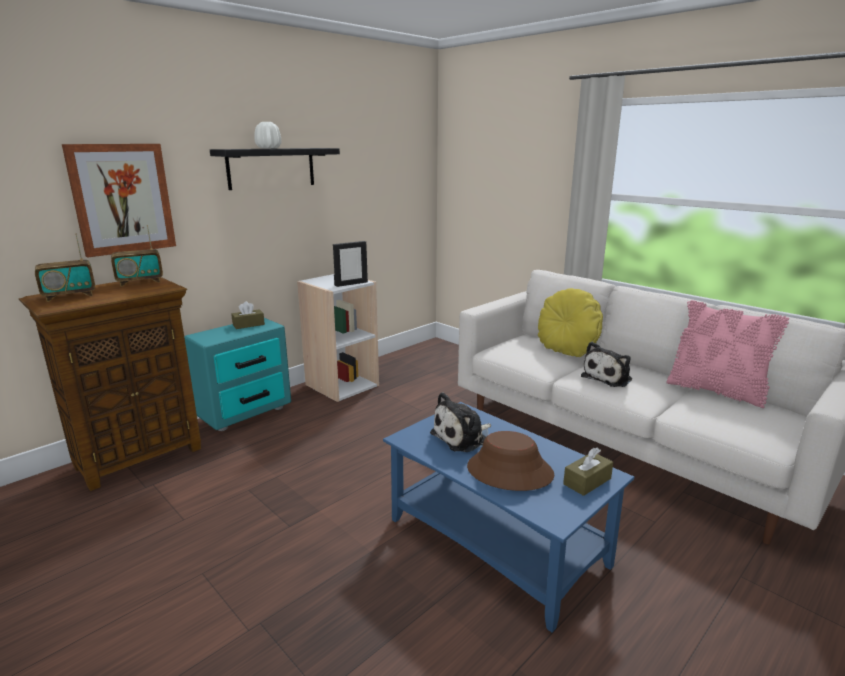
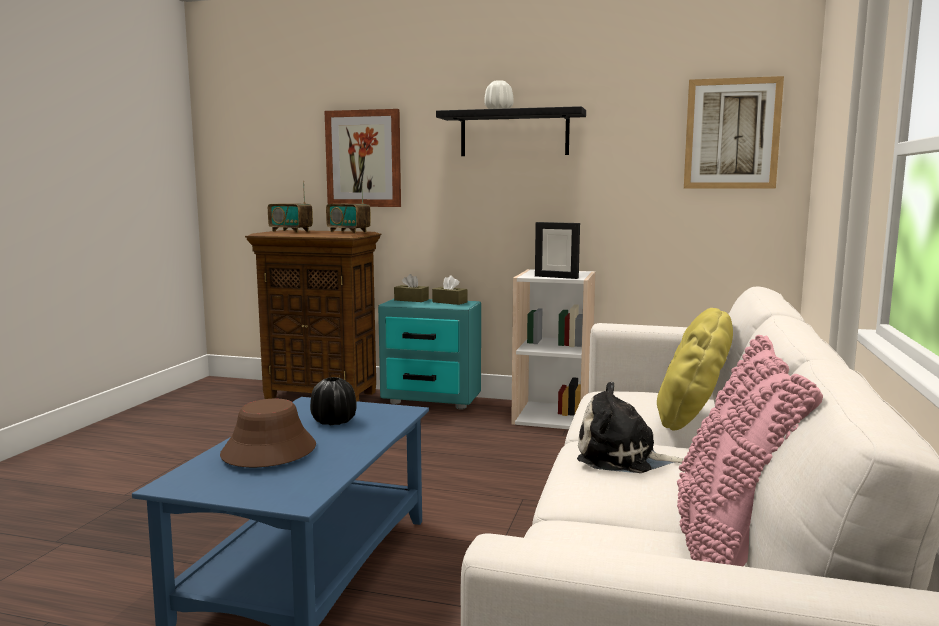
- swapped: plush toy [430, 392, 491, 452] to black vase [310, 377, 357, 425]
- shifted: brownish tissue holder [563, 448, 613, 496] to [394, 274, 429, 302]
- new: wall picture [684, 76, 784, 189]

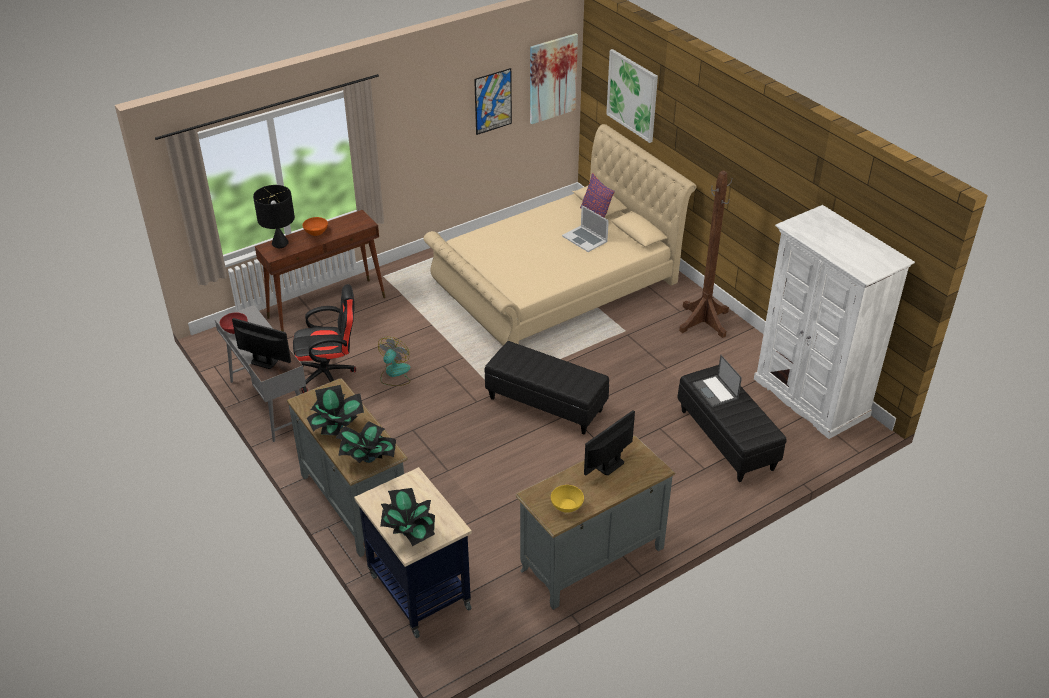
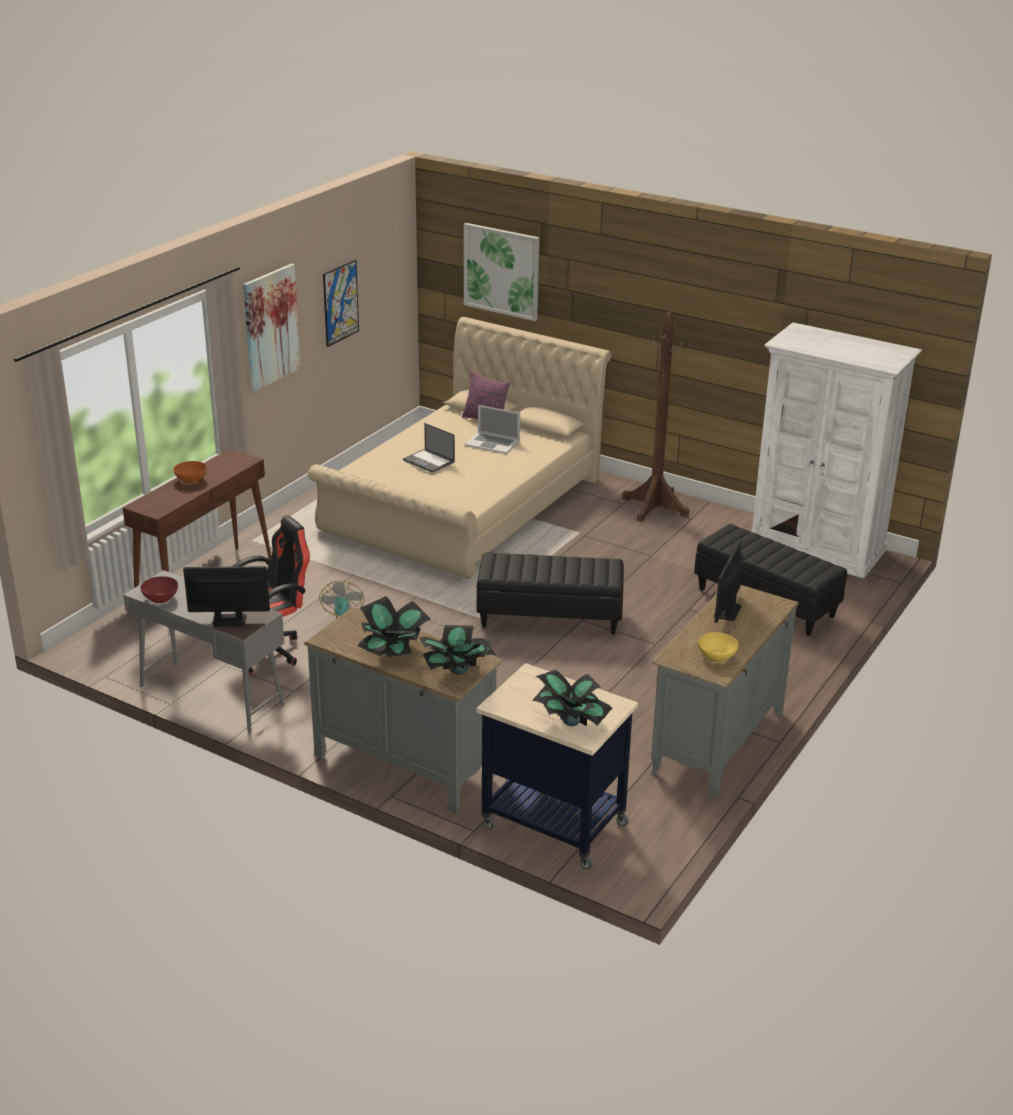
- gone: black tabletop lamp [253, 185, 295, 248]
- shifted: wall picture [530, 33, 578, 124] to [243, 264, 301, 392]
- shifted: portable computer [692, 355, 742, 408] to [403, 423, 455, 473]

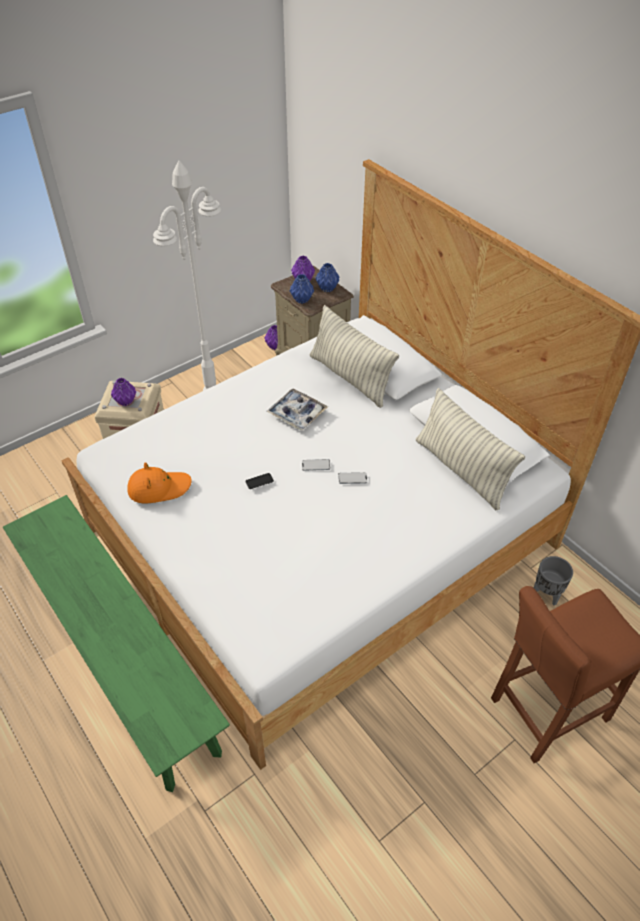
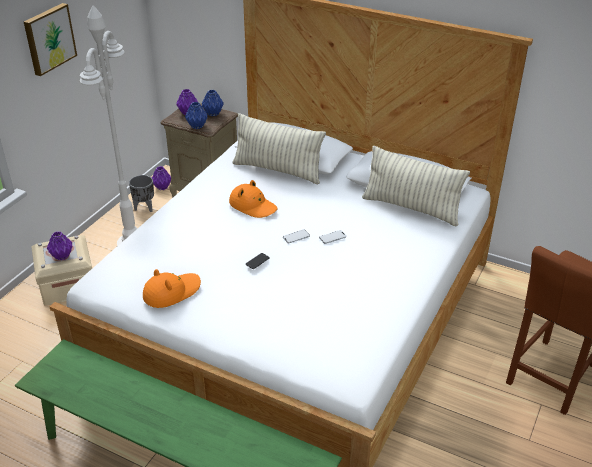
- swapped: serving tray [266, 389, 328, 430] to orange clothing hat [229, 180, 277, 218]
- shifted: gray plant pot [534, 556, 573, 605] to [129, 175, 154, 212]
- new: wall picture [24, 3, 77, 76]

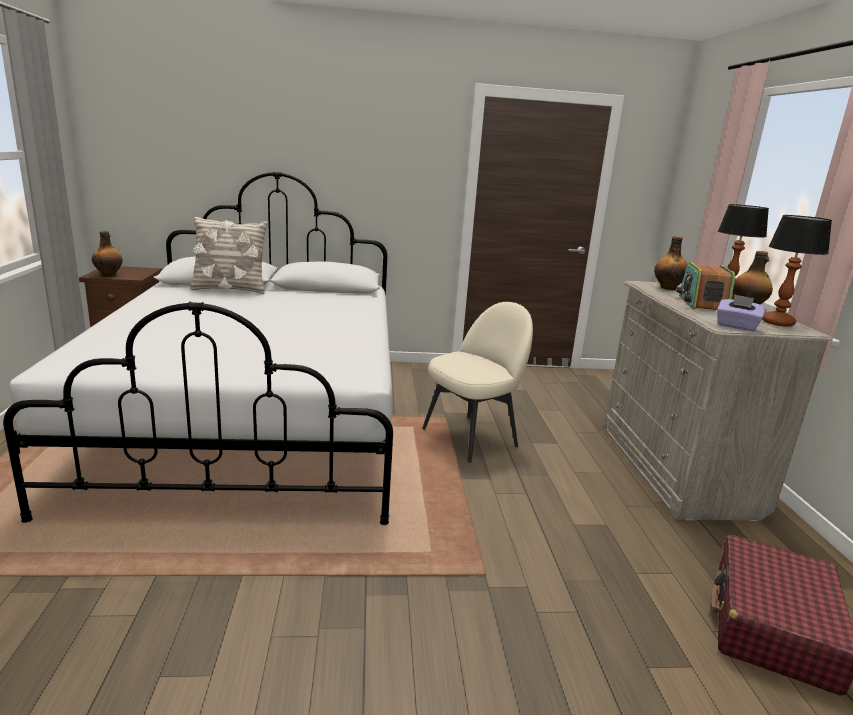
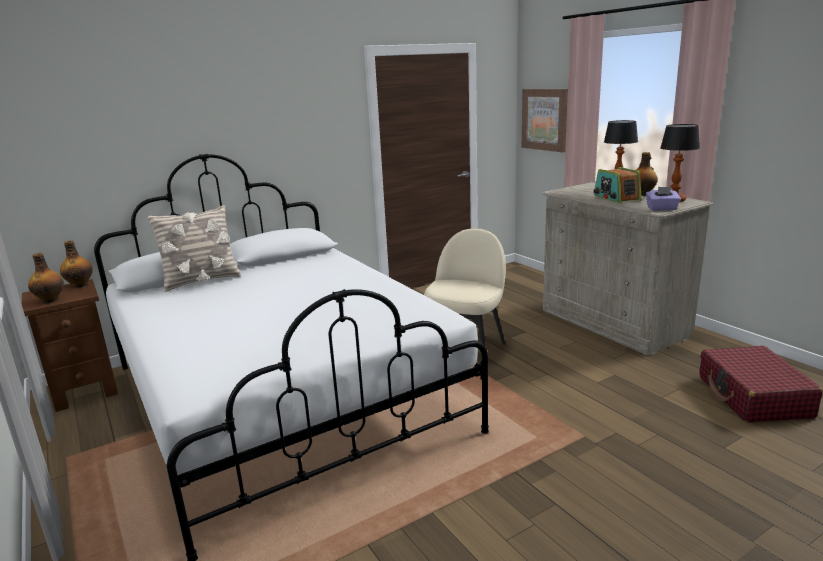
- shifted: bottle [654, 236, 688, 290] to [60, 240, 93, 288]
- new: wall picture [522, 89, 568, 152]

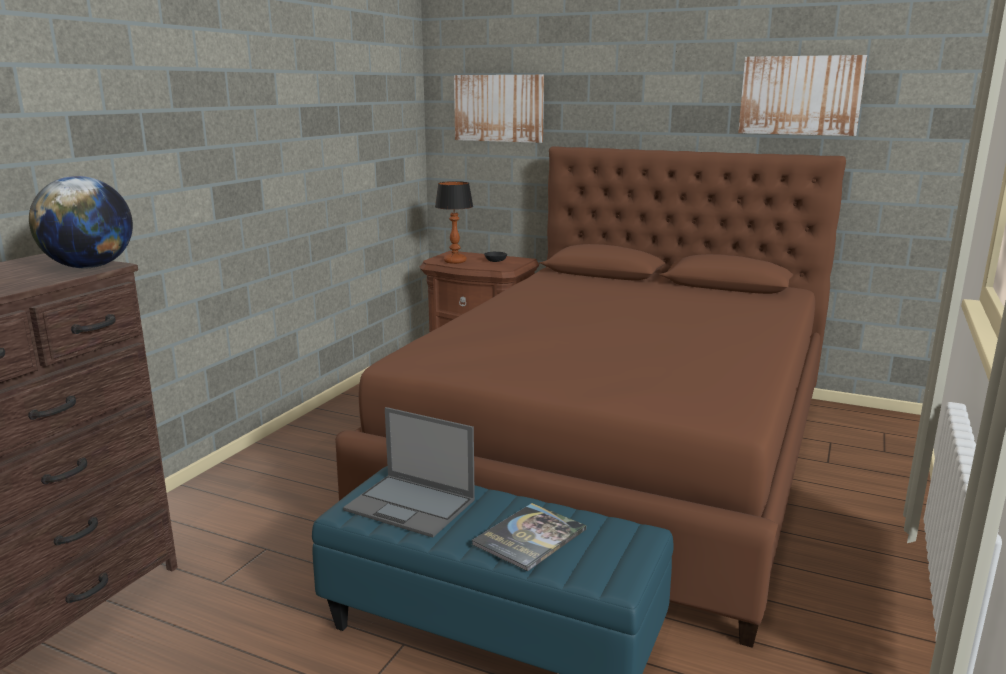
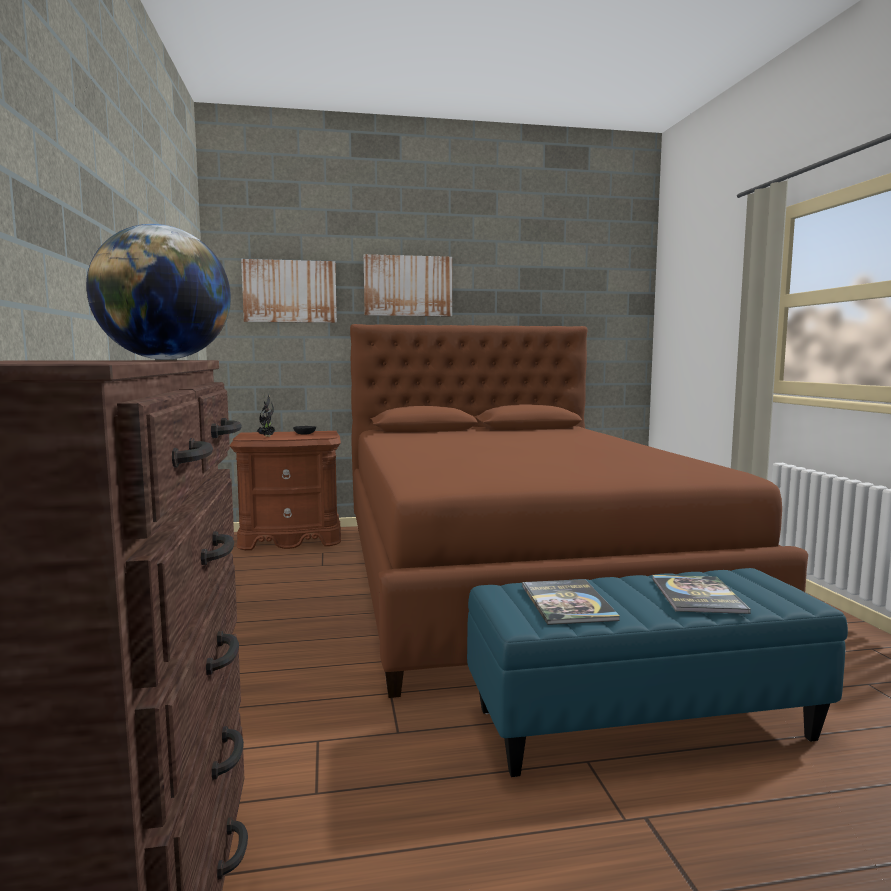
- swapped: portable computer [343, 407, 475, 538] to book [522, 579, 620, 625]
- swapped: tabletop lamp [435, 181, 473, 264] to houseplant [257, 392, 276, 437]
- shifted: wall picture [738, 55, 867, 136] to [364, 254, 452, 316]

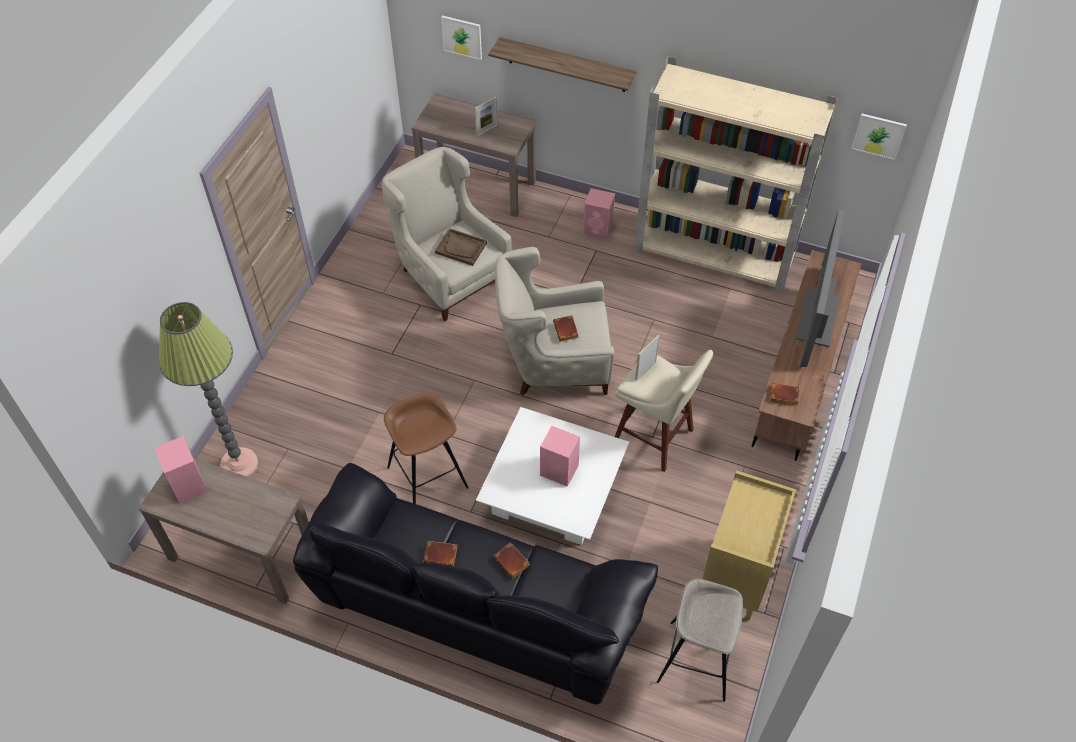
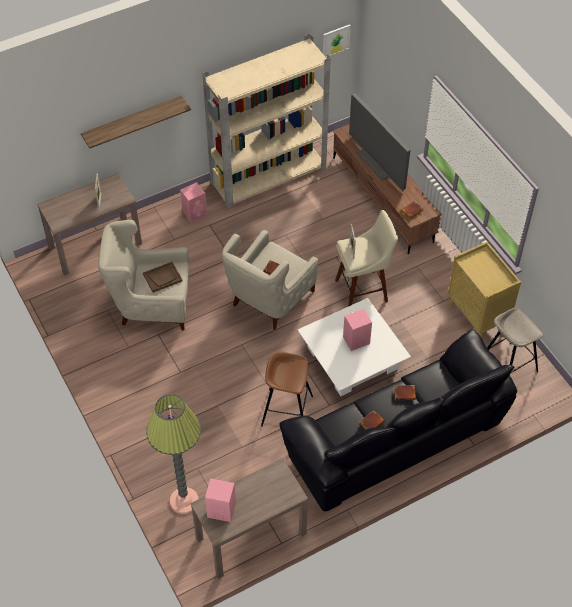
- gone: wall picture [441, 15, 482, 60]

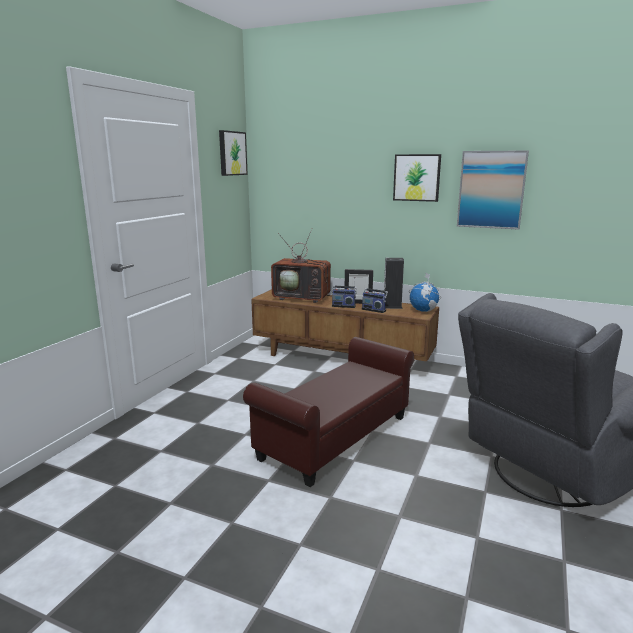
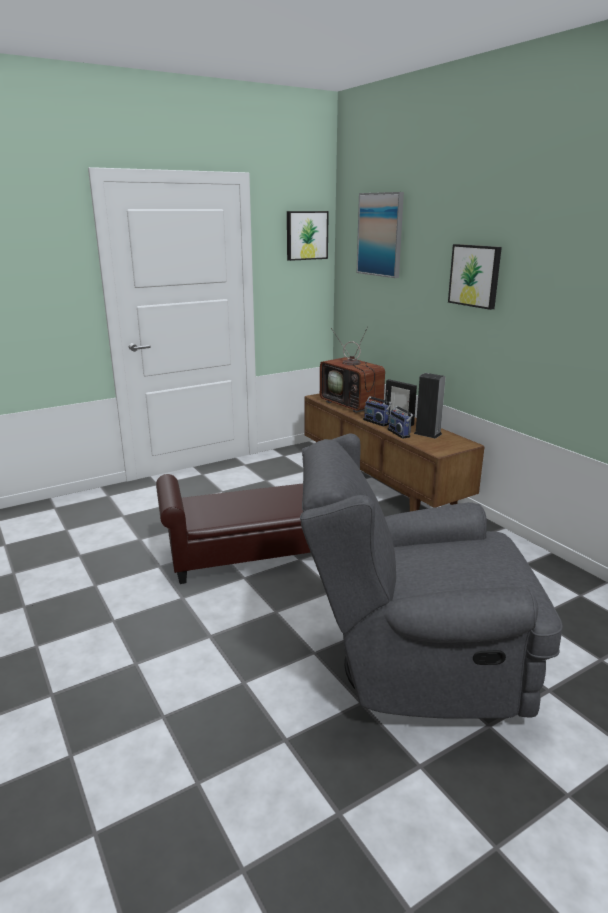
- gone: desk globe [409, 273, 441, 312]
- shifted: wall picture [457, 150, 529, 230] to [356, 192, 404, 278]

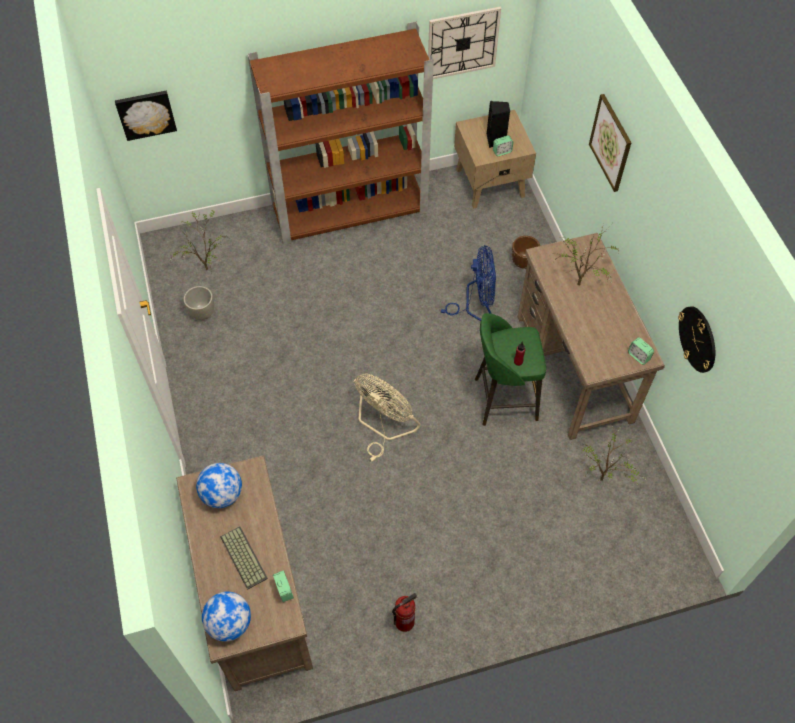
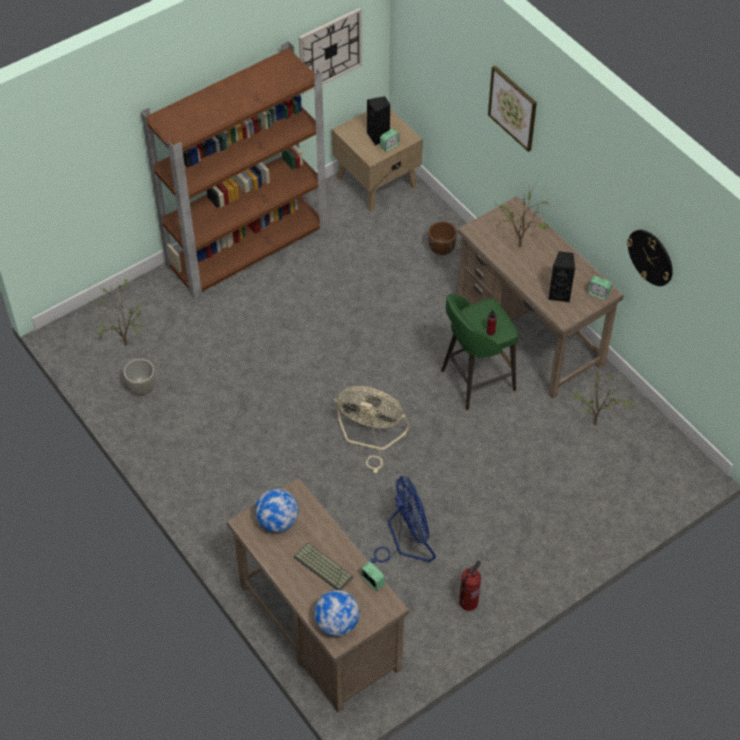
- gone: wall picture [115, 91, 177, 141]
- shifted: blue-coloured electric fan [441, 245, 496, 321] to [371, 476, 436, 563]
- new: black audio speaker [548, 251, 575, 302]

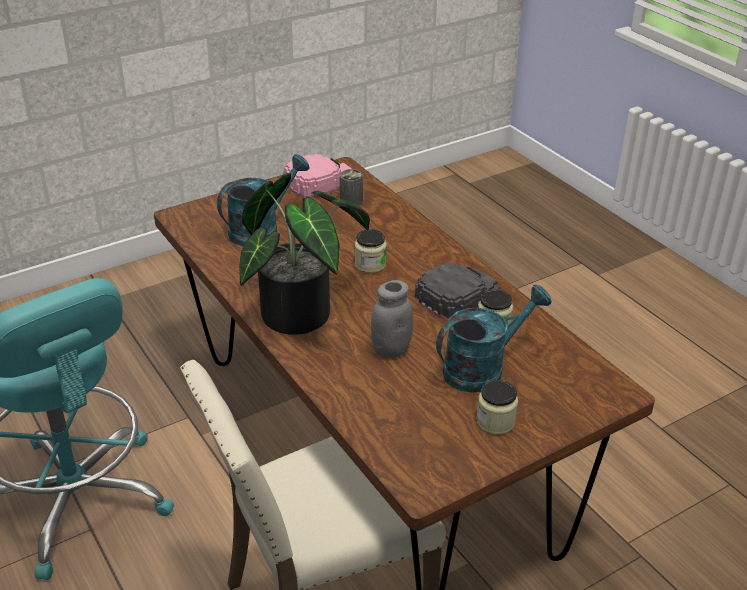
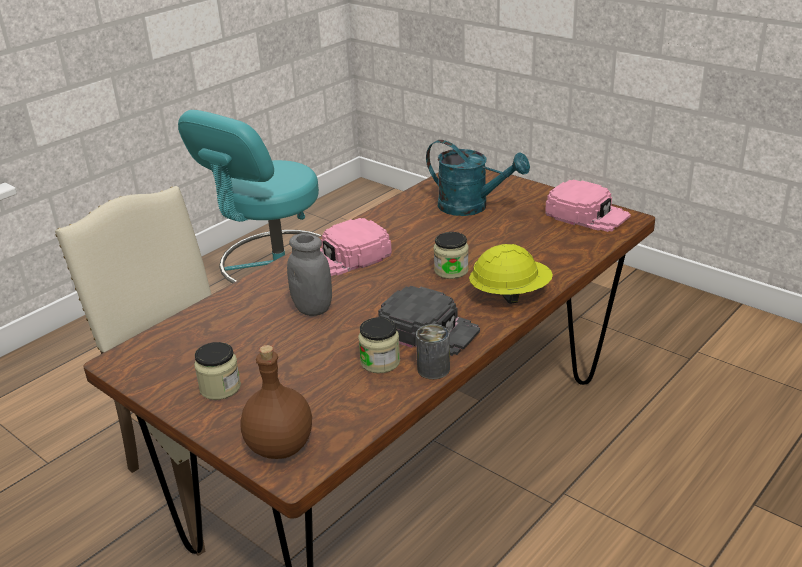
- swapped: houseplant [239, 173, 370, 335] to pink cap [320, 218, 392, 276]
- shifted: sealed can [340, 169, 363, 206] to [416, 324, 450, 379]
- gone: turquoise watering can [436, 285, 551, 393]
- new: brownish bottle [240, 345, 312, 459]
- new: yellow hard hat [469, 244, 553, 304]

